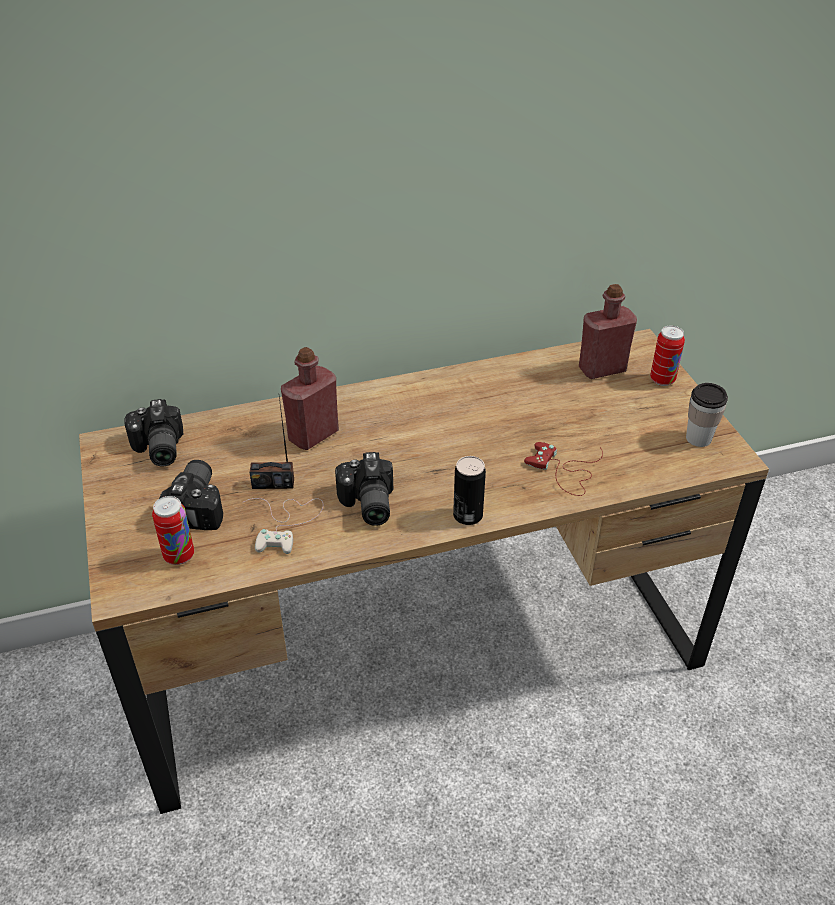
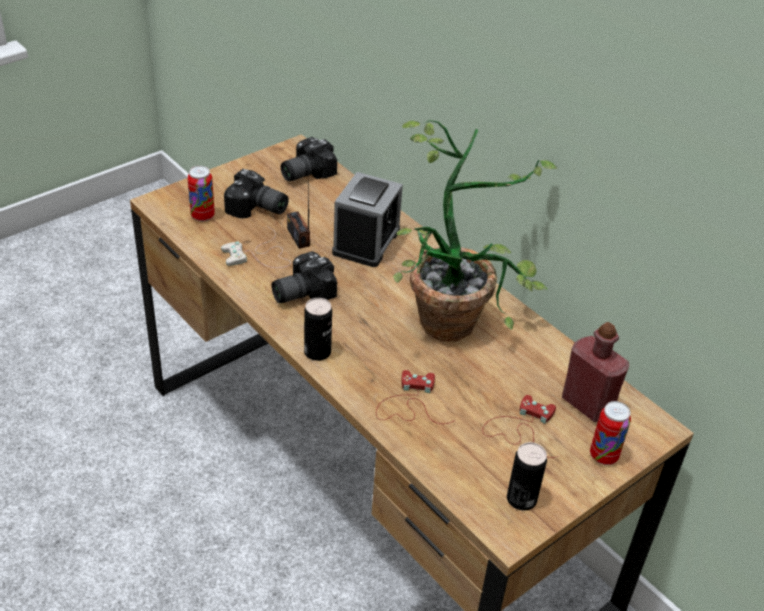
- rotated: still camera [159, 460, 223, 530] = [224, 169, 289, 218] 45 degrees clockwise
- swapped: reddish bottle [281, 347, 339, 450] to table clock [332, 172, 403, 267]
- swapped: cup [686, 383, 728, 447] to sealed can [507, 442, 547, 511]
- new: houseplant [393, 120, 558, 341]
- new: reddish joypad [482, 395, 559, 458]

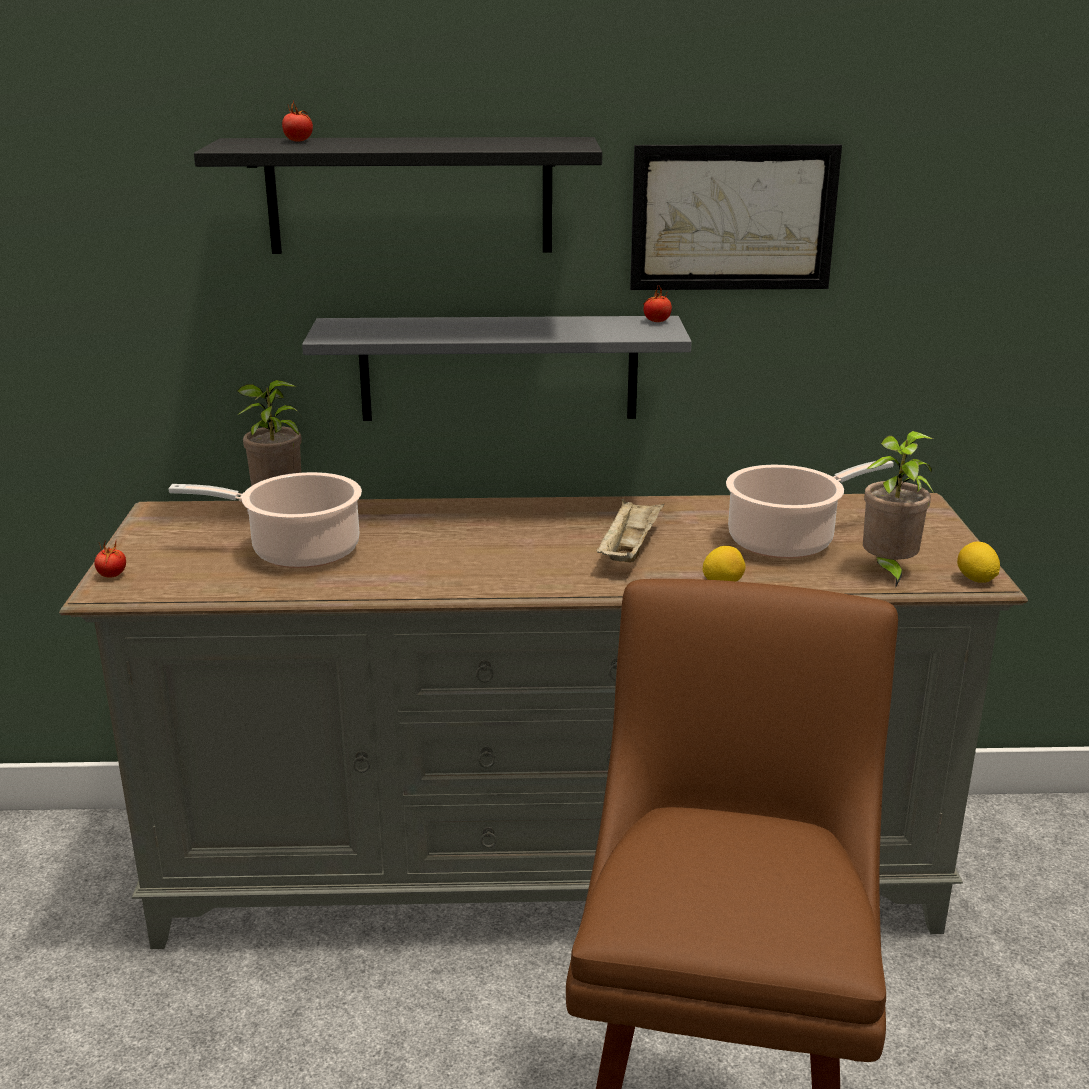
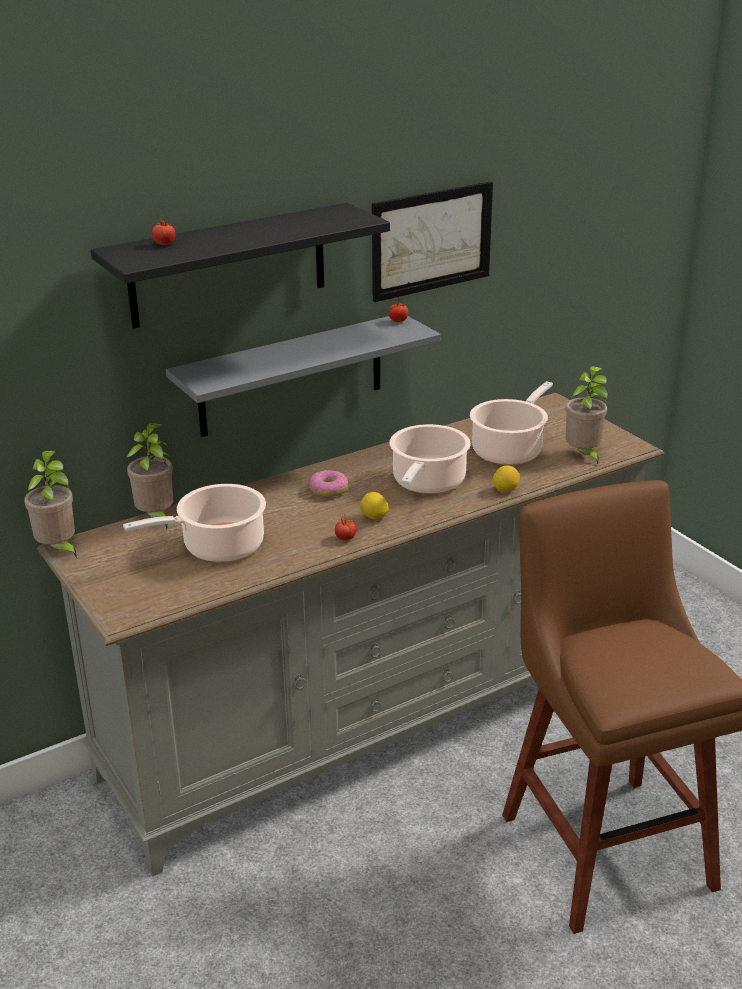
- shifted: whole tomato [94, 540, 126, 578] to [335, 515, 356, 541]
- swapped: beige serving tray [596, 499, 664, 562] to cooking pot [390, 424, 471, 494]
- shifted: lemon [957, 542, 1000, 583] to [360, 492, 389, 520]
- new: houseplant [24, 451, 77, 558]
- new: doughnut [309, 470, 349, 497]

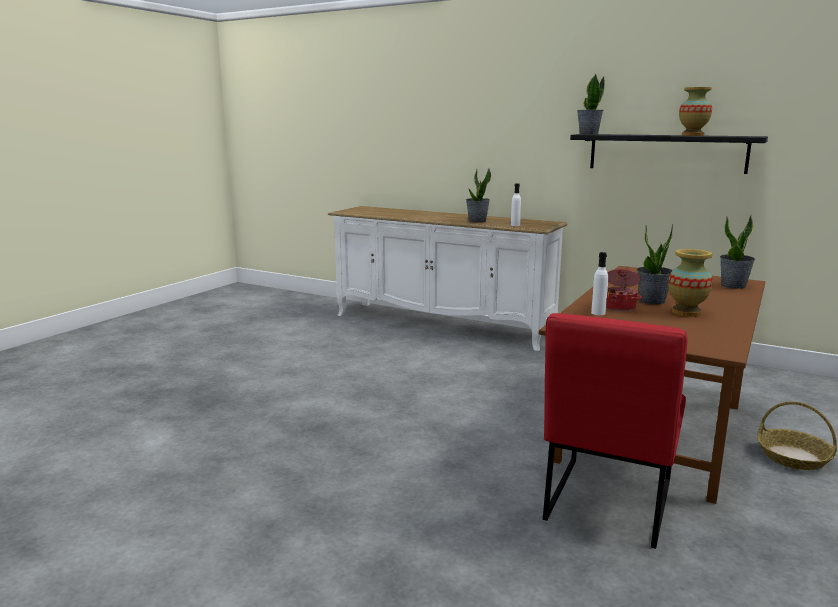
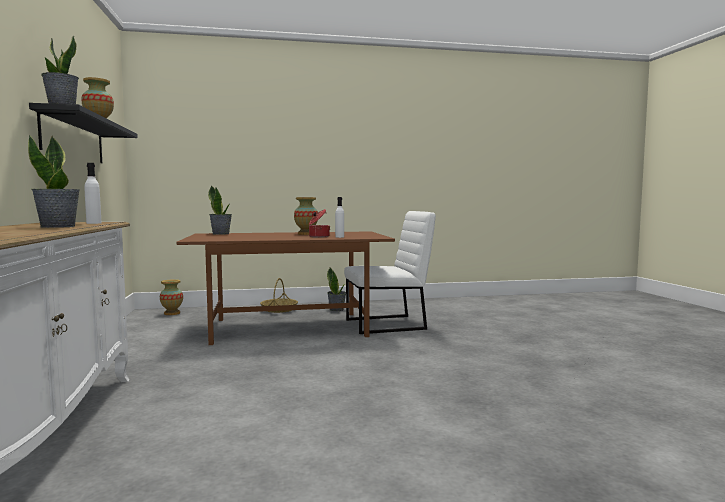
- repainted: reddish plain chair [543, 313, 688, 549] to white plain chair [344, 211, 436, 334]
- shifted: houseplant [637, 224, 673, 304] to [327, 268, 346, 311]
- new: vase [160, 279, 183, 315]

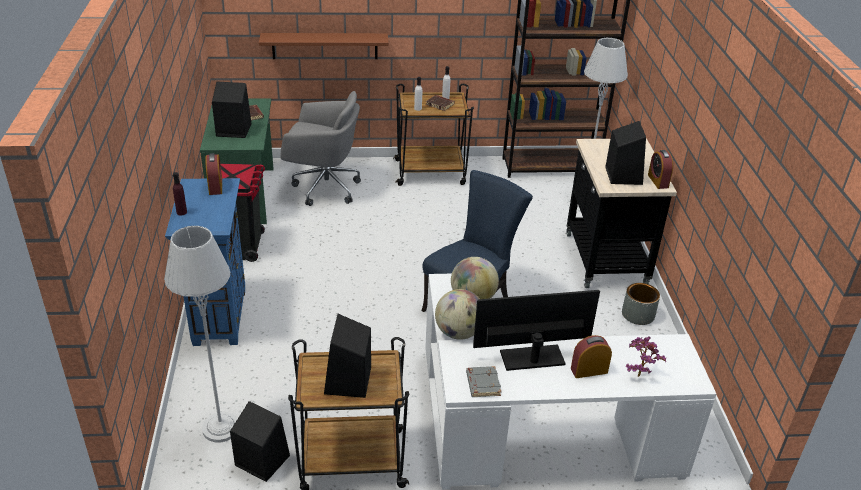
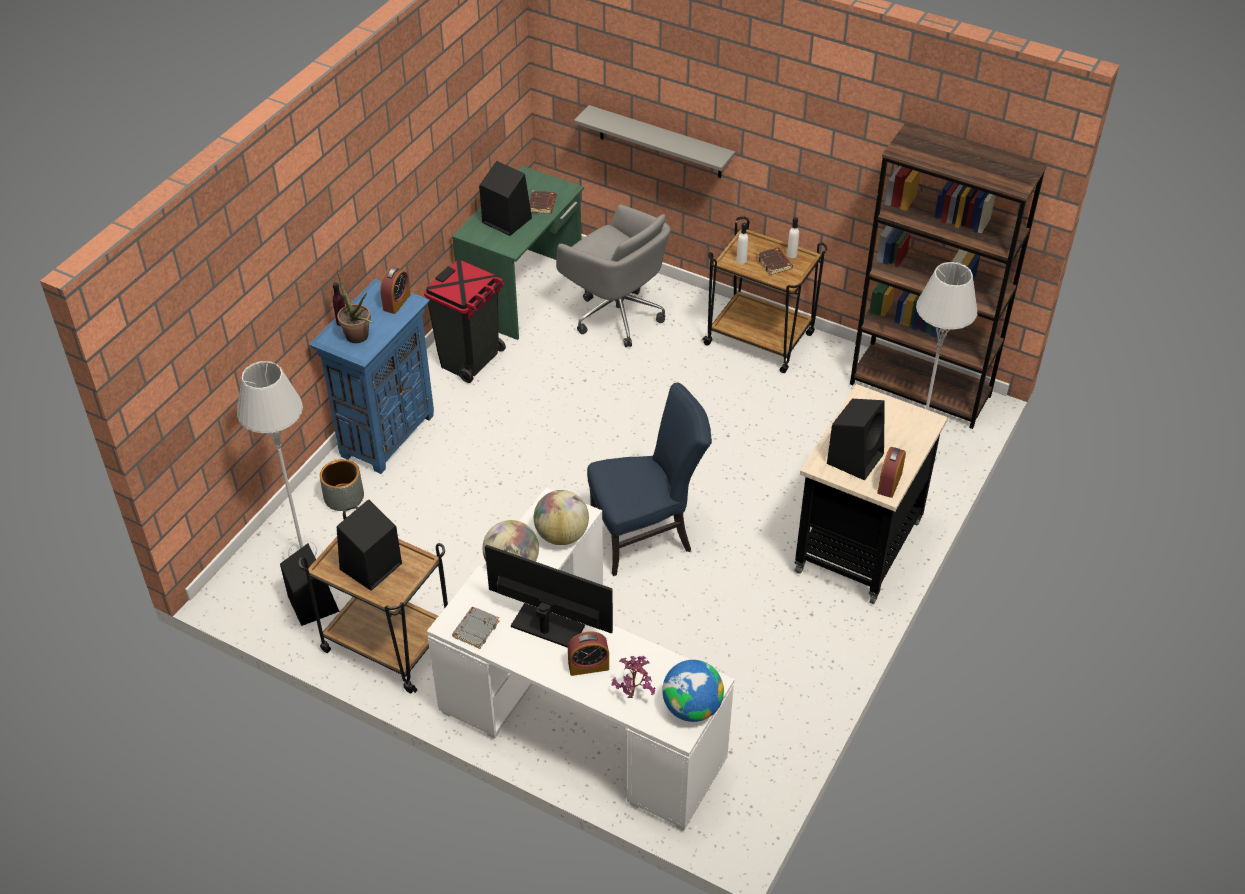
- repainted: brownish bracket shelf [259, 33, 389, 59] to gray bracket shelf [574, 105, 735, 178]
- rotated: table clock [571, 335, 612, 378] = [568, 631, 609, 676] 150 degrees clockwise
- shifted: gray plant pot [622, 283, 660, 325] to [320, 459, 364, 511]
- new: houseplant [337, 269, 373, 343]
- new: desk globe [662, 660, 724, 722]

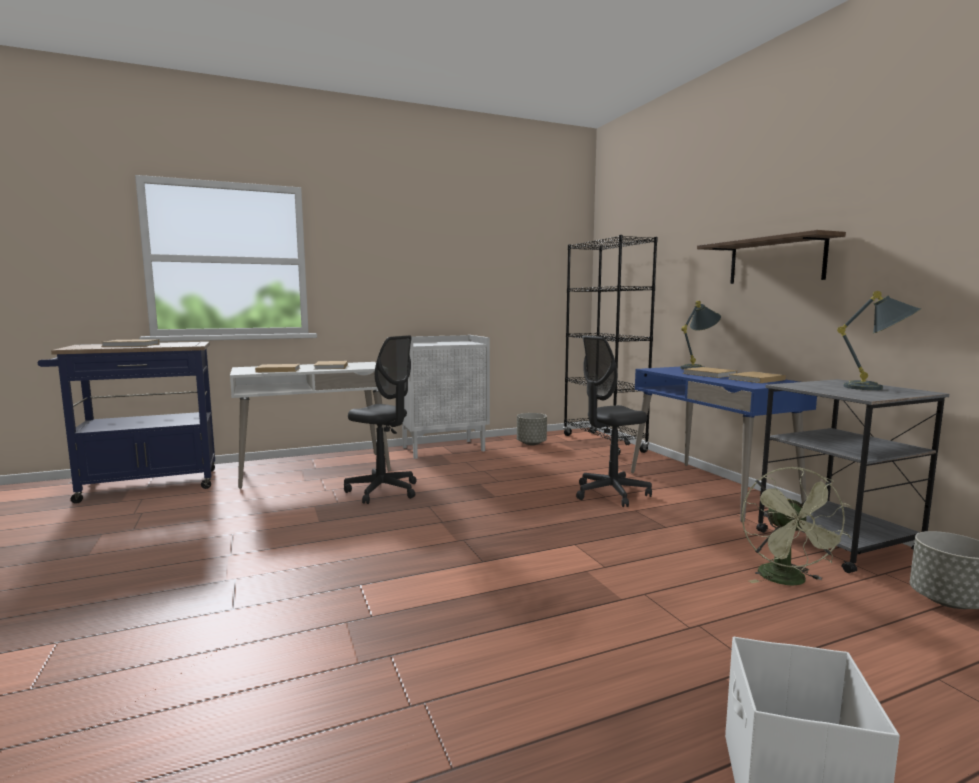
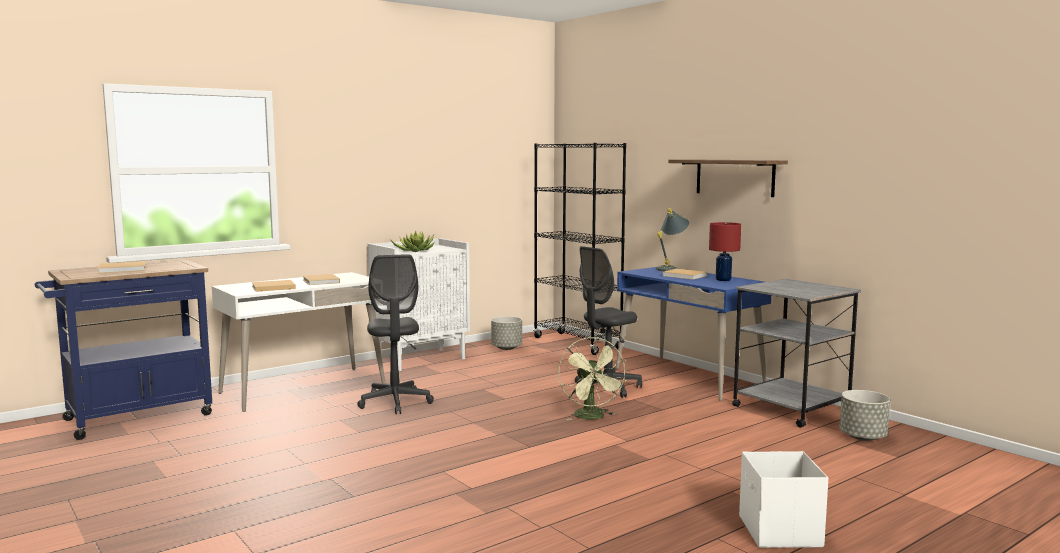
- rotated: gray computer chair [344, 335, 417, 504] = [358, 254, 434, 414] 60 degrees clockwise
- swapped: beige book [728, 371, 786, 383] to reddish tabletop lamp [709, 222, 741, 281]
- shifted: green electric fan [742, 467, 852, 586] to [558, 337, 627, 420]
- gone: gray tabletop lamp [837, 291, 921, 390]
- new: houseplant [391, 231, 434, 252]

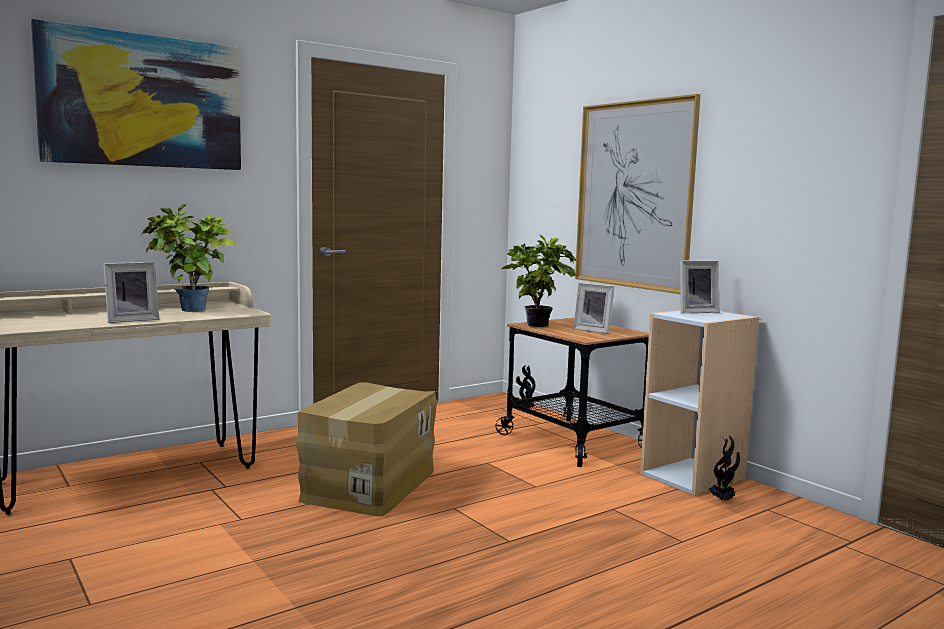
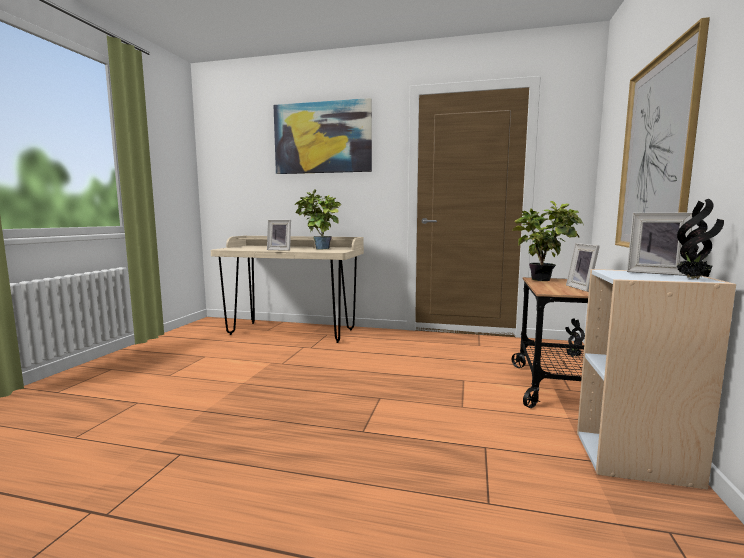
- gone: cardboard box [296, 382, 437, 516]
- shifted: houseplant [709, 435, 740, 502] to [677, 199, 724, 280]

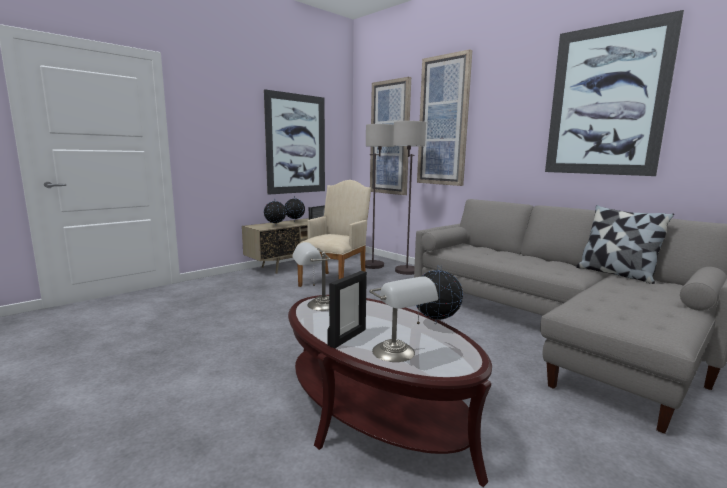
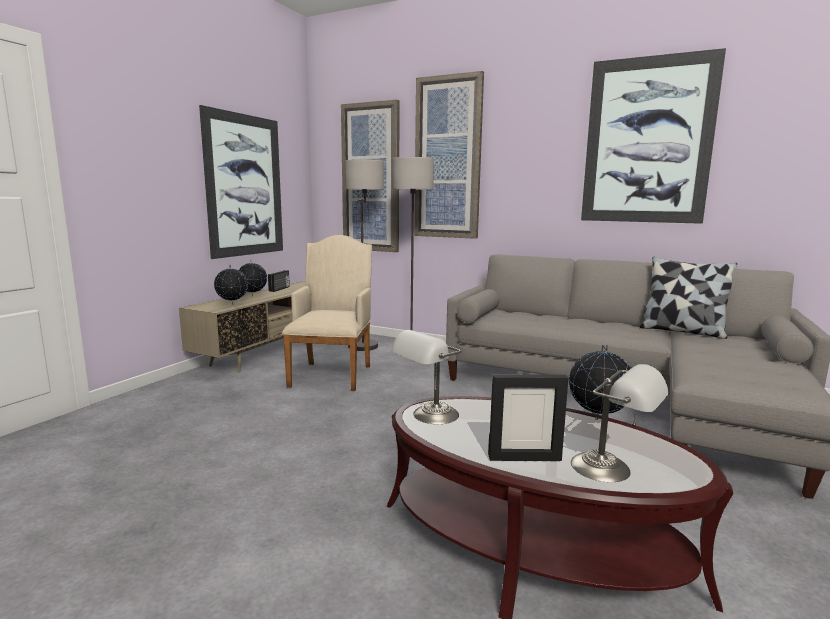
- rotated: picture frame [327, 271, 367, 348] = [488, 374, 569, 461] 75 degrees clockwise

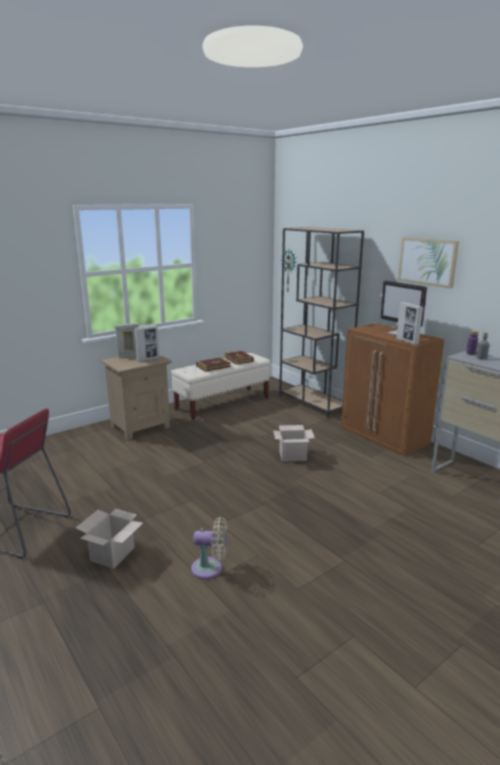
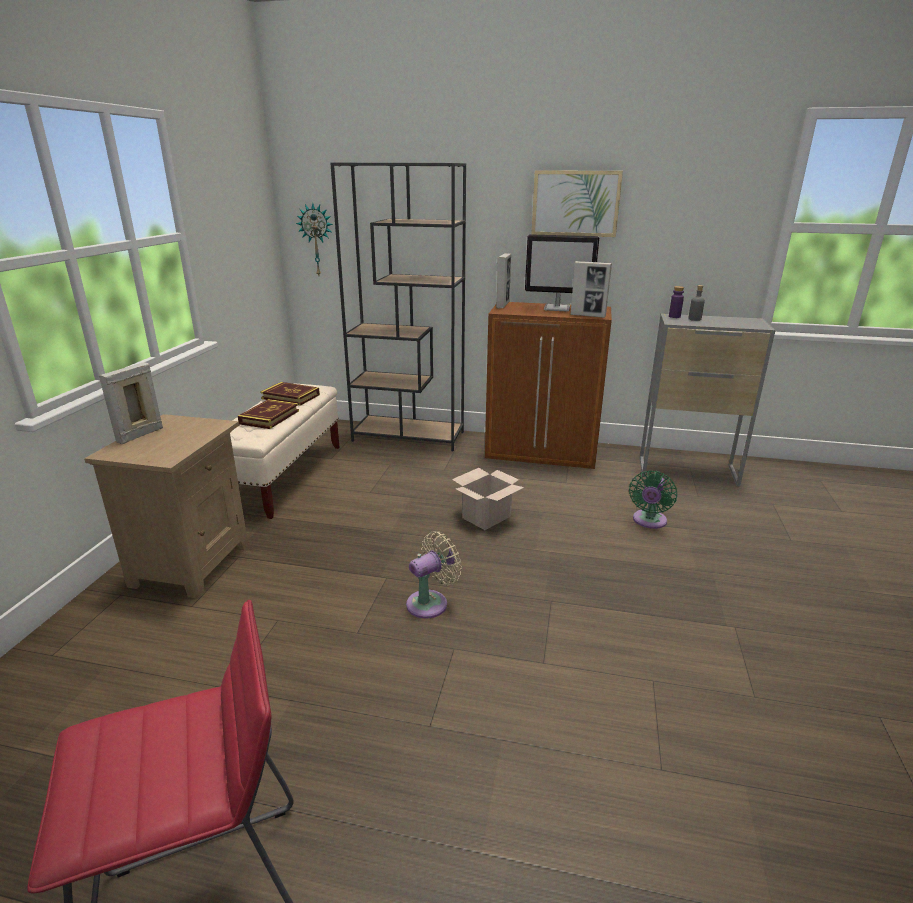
- gone: cardboard box [76, 509, 143, 569]
- shifted: picture frame [134, 325, 159, 362] to [496, 253, 511, 309]
- shifted: beige electric fan [191, 517, 227, 579] to [406, 531, 462, 619]
- new: green electric fan [629, 470, 677, 529]

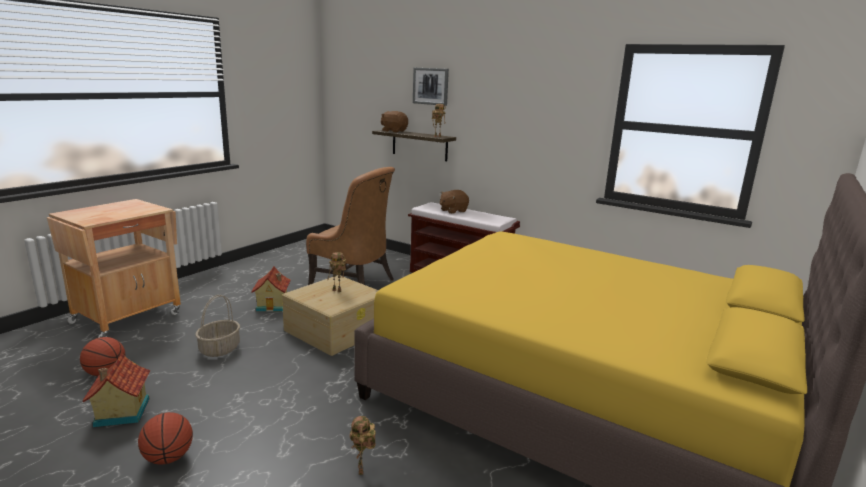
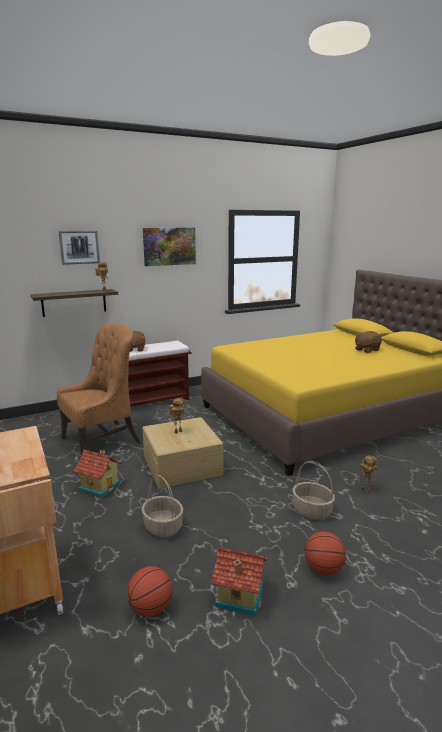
- shifted: brownish plush toy [381, 111, 408, 133] to [355, 331, 382, 353]
- new: wall picture [143, 228, 196, 266]
- new: basket [293, 461, 335, 520]

